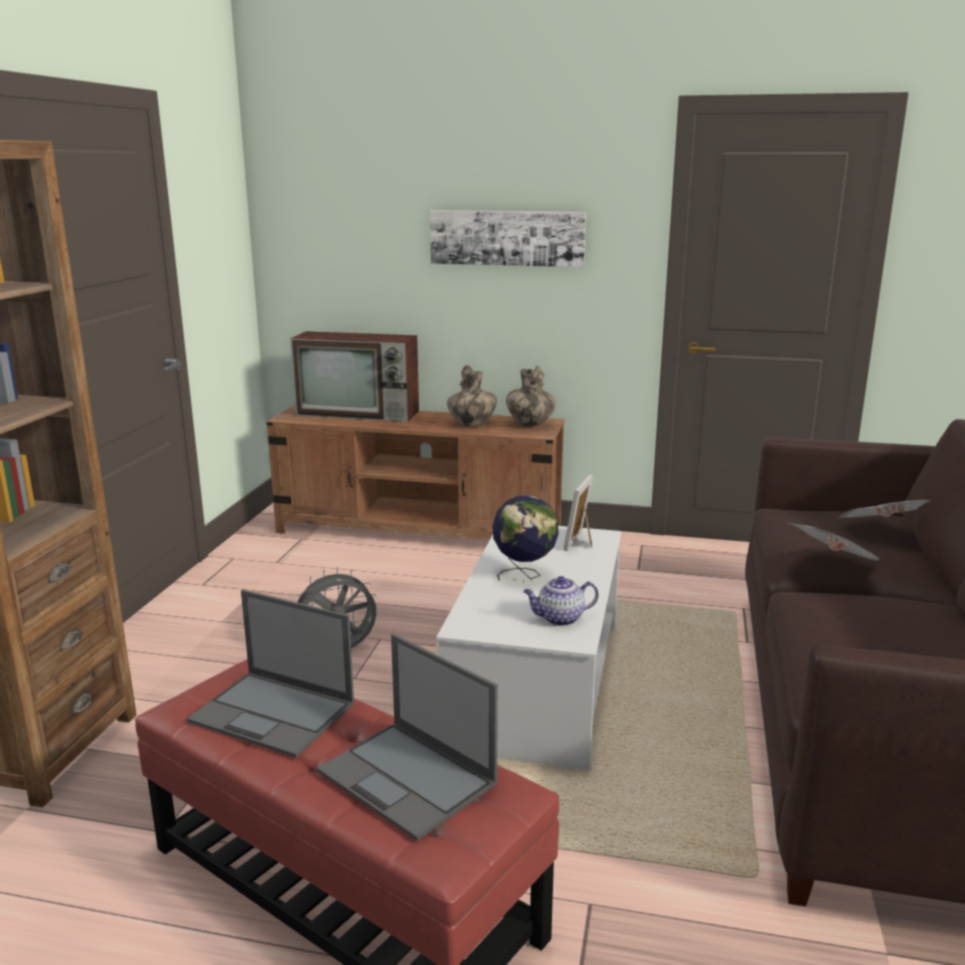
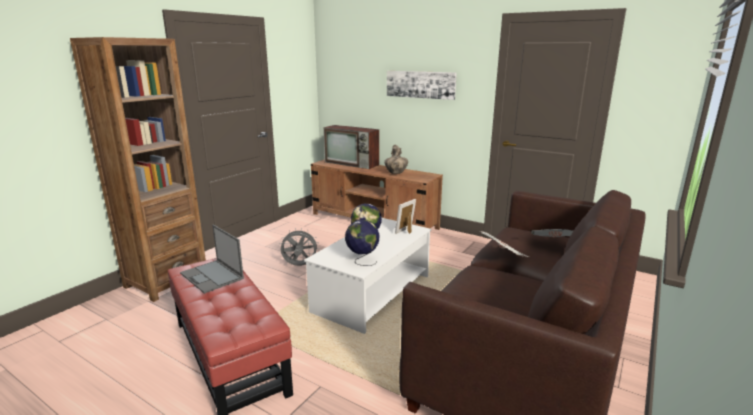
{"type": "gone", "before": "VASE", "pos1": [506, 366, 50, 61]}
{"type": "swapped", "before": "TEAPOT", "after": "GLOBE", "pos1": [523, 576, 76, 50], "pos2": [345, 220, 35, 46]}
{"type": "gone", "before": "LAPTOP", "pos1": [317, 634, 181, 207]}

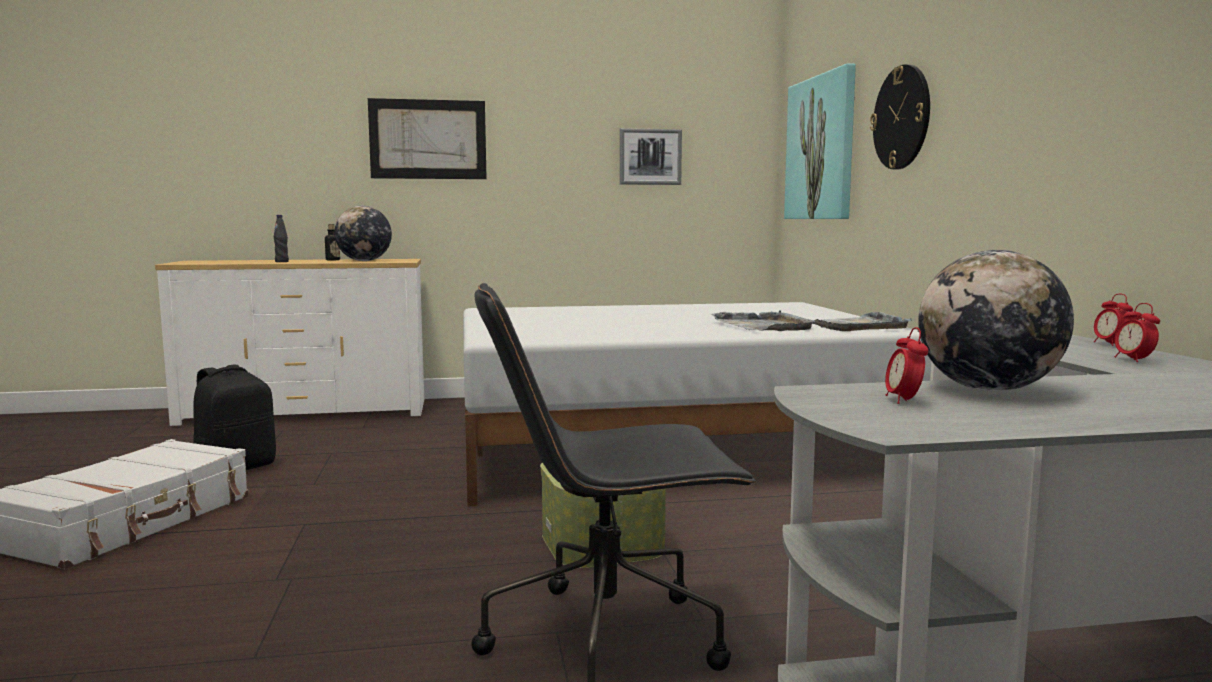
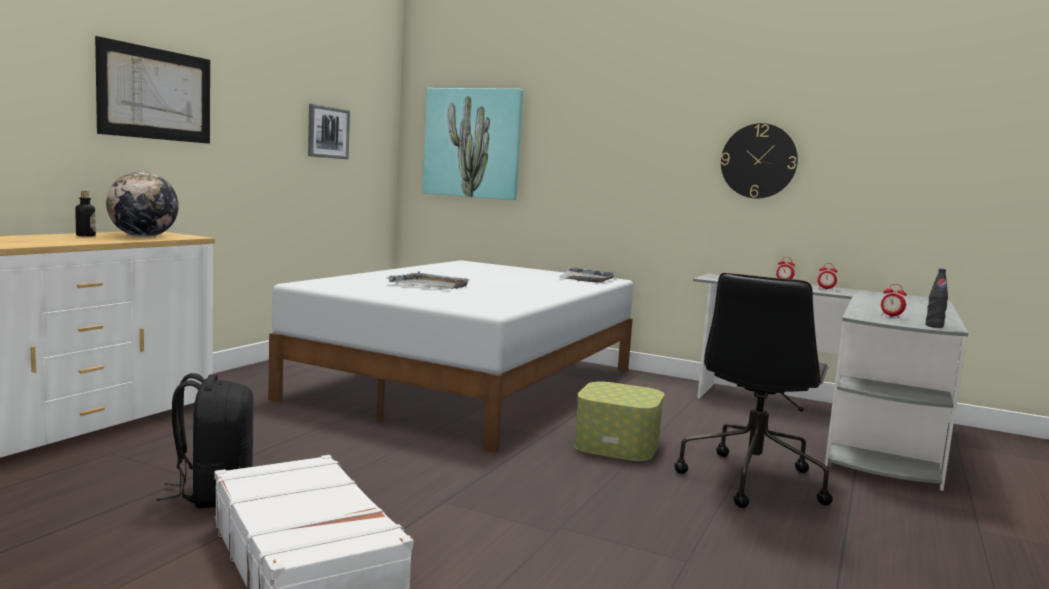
{"type": "shifted", "before": "WALL CLOCK", "pos1": [870, 64, 60, 105], "pos2": [721, 123, 77, 75]}
{"type": "shifted", "before": "BLACK BOTTLE", "pos1": [274, 215, 15, 47], "pos2": [926, 269, 22, 59]}
{"type": "gone", "before": "GLOBE", "pos1": [918, 250, 156, 141]}
{"type": "shifted", "before": "GREY TRAY", "pos1": [711, 310, 104, 21], "pos2": [386, 271, 83, 19]}

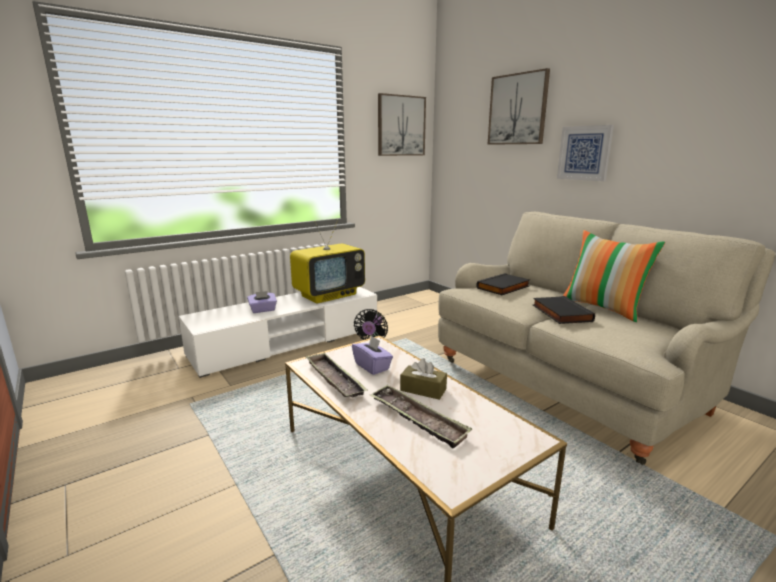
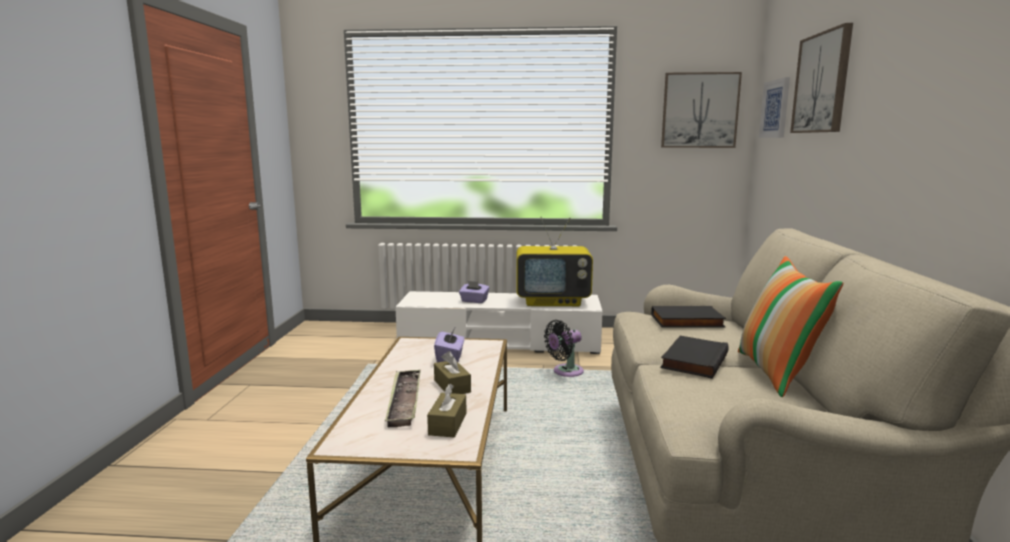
{"type": "shifted", "before": "PICTURE", "pos1": [557, 125, 57, 56], "pos2": [759, 77, 31, 61]}
{"type": "gone", "before": "TRAY", "pos1": [305, 352, 63, 45]}
{"type": "new", "after": "BROWN TISSUE BOX", "pos2": [427, 384, 40, 53]}

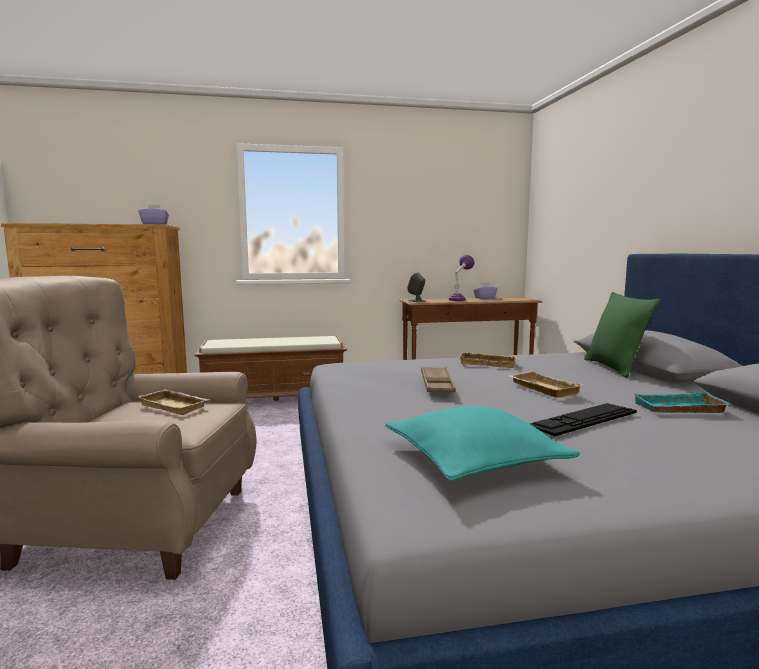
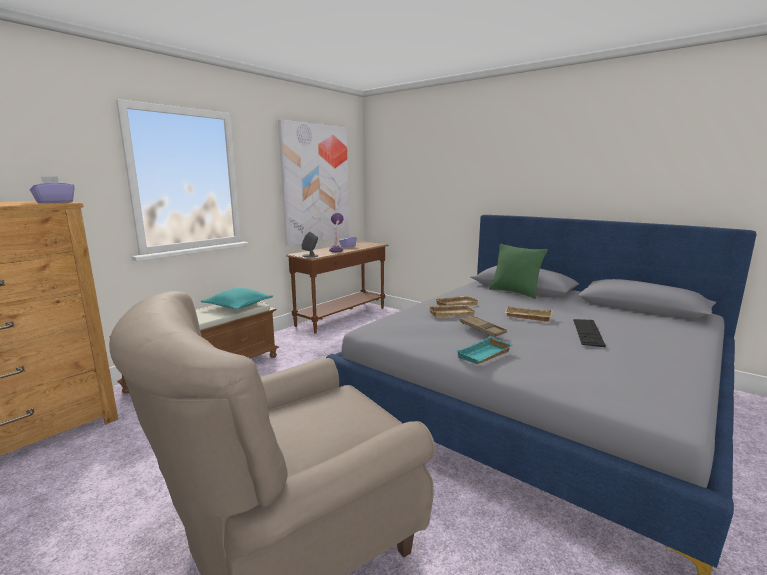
{"type": "shifted", "before": "BEIGE TRAY", "pos1": [138, 389, 71, 26], "pos2": [428, 305, 48, 13]}
{"type": "shifted", "before": "TURQUOISE TRAY", "pos1": [633, 391, 98, 22], "pos2": [457, 336, 56, 28]}
{"type": "shifted", "before": "TURQUOISE PILLOW", "pos1": [385, 406, 195, 75], "pos2": [201, 288, 72, 21]}
{"type": "new", "after": "PICTURE", "pos2": [278, 119, 71, 127]}

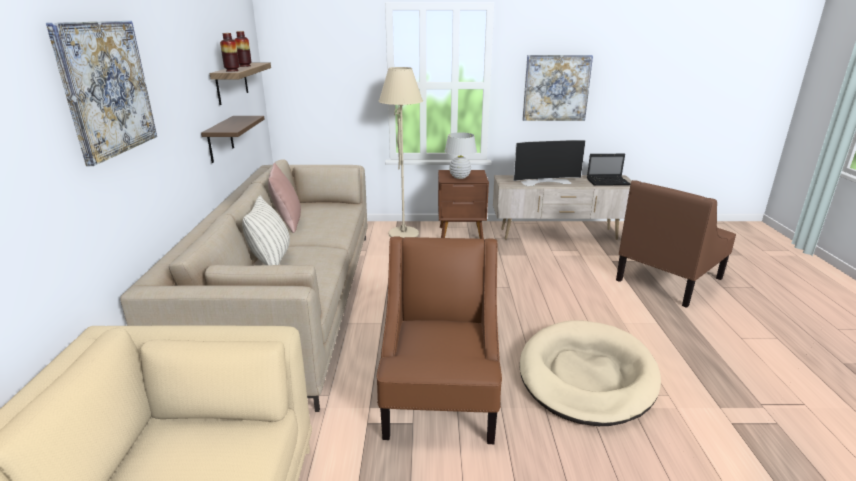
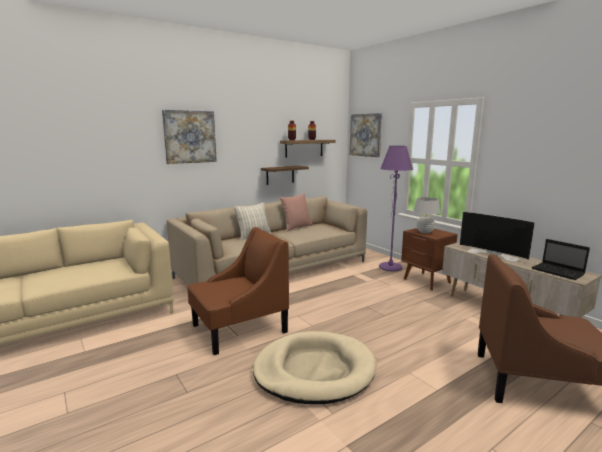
{"type": "shifted", "before": "PICTURE", "pos1": [522, 55, 71, 66], "pos2": [350, 113, 32, 44]}
{"type": "repainted", "before": "BEIGE FLOOR LAMP", "after": "PURPLE FLOOR LAMP", "pos1": [378, 67, 45, 171], "pos2": [379, 146, 34, 125]}

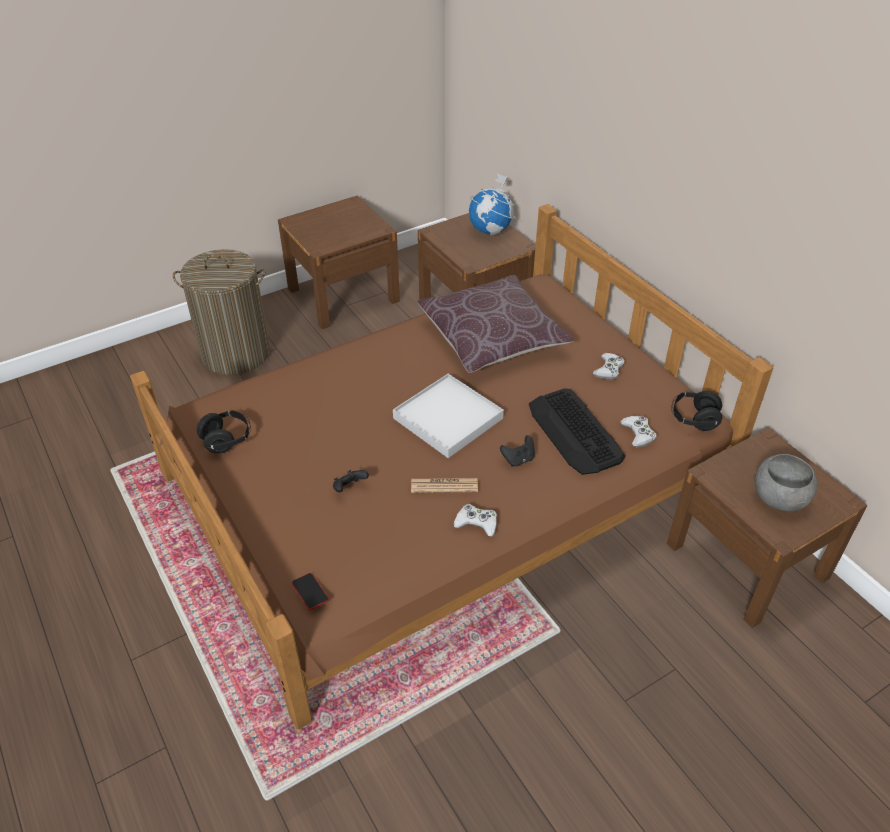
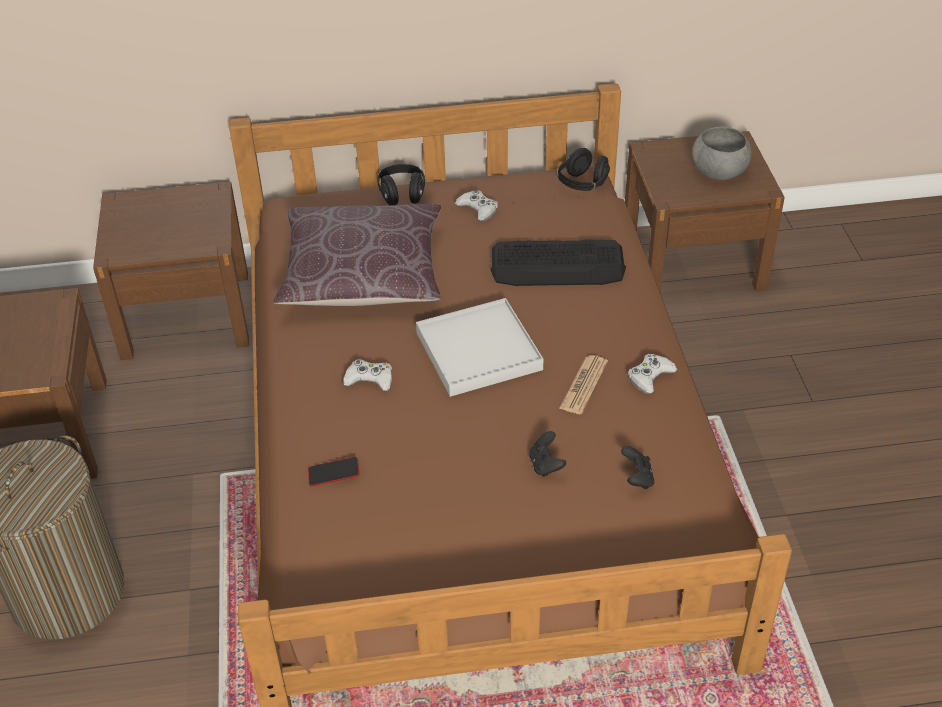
{"type": "gone", "before": "GLOBE", "pos1": [469, 174, 46, 61]}
{"type": "shifted", "before": "BLACK HEADPHONES", "pos1": [197, 410, 54, 44], "pos2": [377, 164, 48, 41]}
{"type": "shifted", "before": "WHITE GAME CONTROLLER", "pos1": [620, 416, 37, 31], "pos2": [343, 359, 49, 32]}
{"type": "shifted", "before": "BLACK GAME CONTROLLER", "pos1": [500, 435, 35, 32], "pos2": [621, 446, 33, 43]}
{"type": "shifted", "before": "PHONE", "pos1": [292, 573, 37, 37], "pos2": [308, 457, 51, 30]}

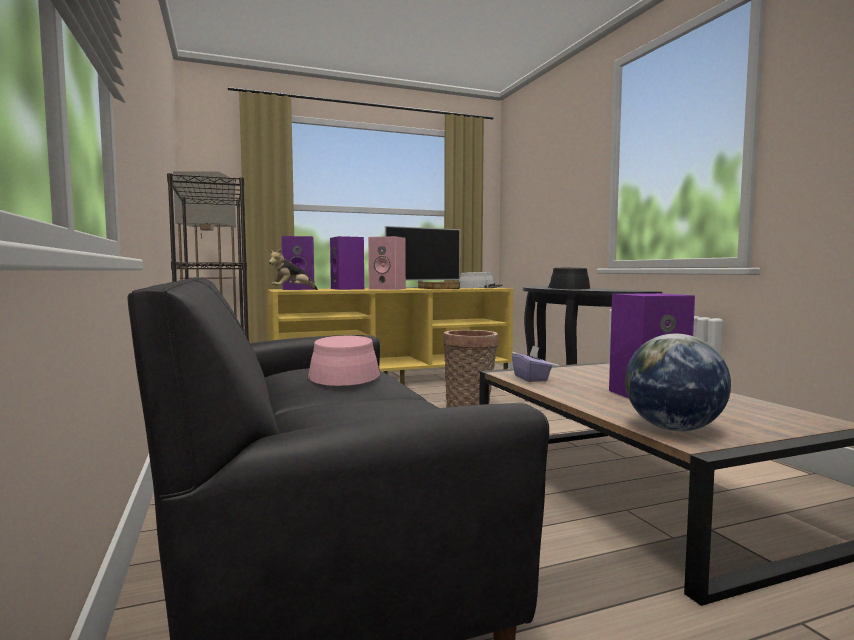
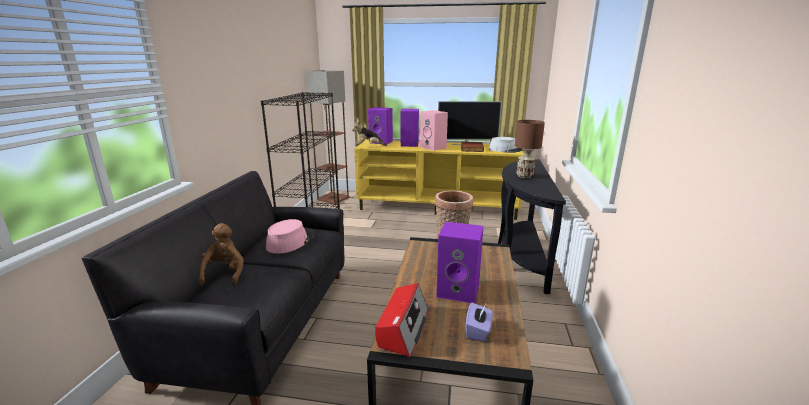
{"type": "swapped", "before": "BLACK HAT", "after": "BROWN TABLE LAMP", "pos1": [548, 268, 42, 21], "pos2": [515, 120, 30, 58]}
{"type": "swapped", "before": "GLOBE", "after": "RADIO", "pos1": [625, 334, 106, 98], "pos2": [375, 283, 53, 74]}
{"type": "shifted", "before": "PURPLE TISSUE BOX", "pos1": [512, 346, 40, 36], "pos2": [465, 303, 28, 39]}
{"type": "new", "after": "BROWN PLUSH TOY", "pos2": [199, 223, 45, 62]}

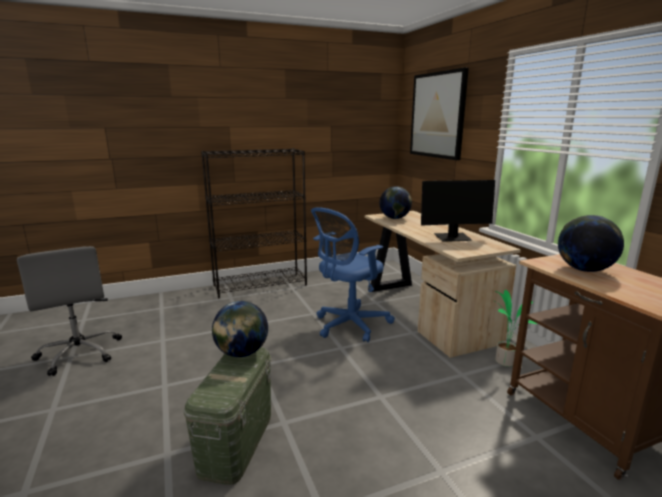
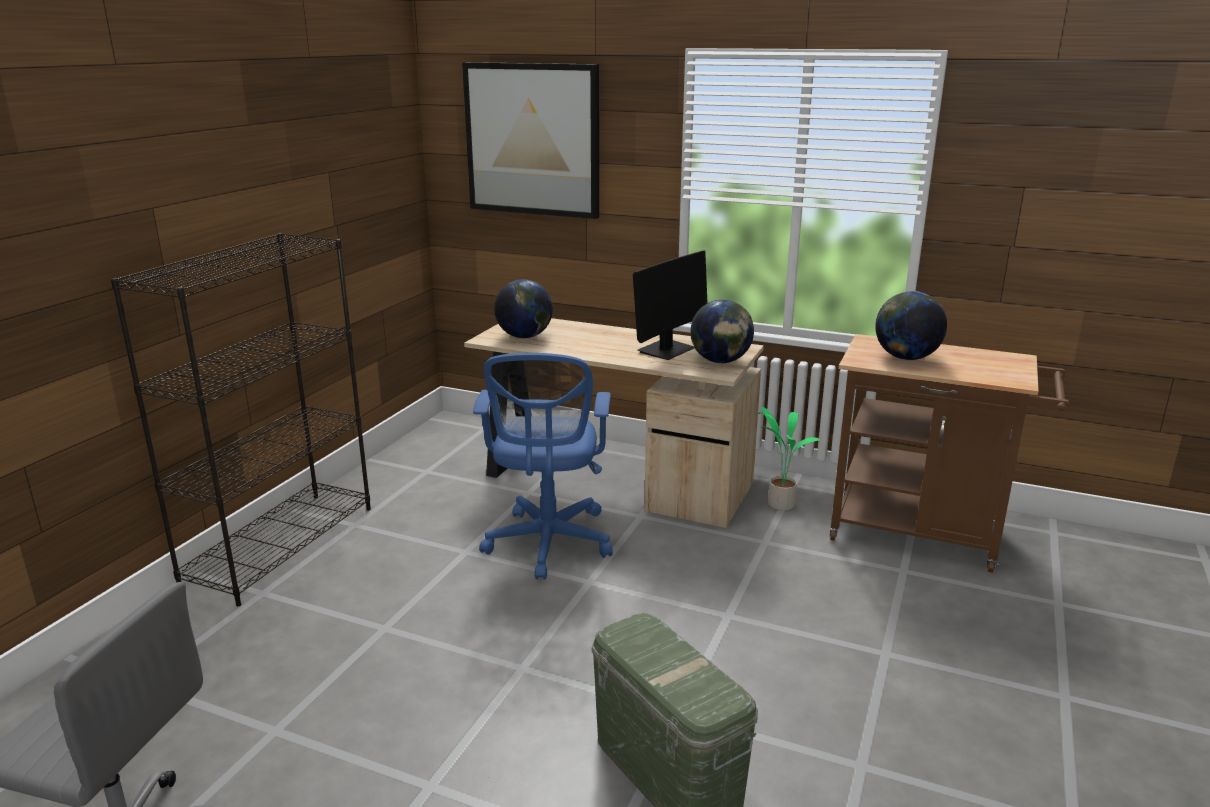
{"type": "shifted", "before": "GLOBE", "pos1": [212, 301, 56, 56], "pos2": [690, 300, 64, 64]}

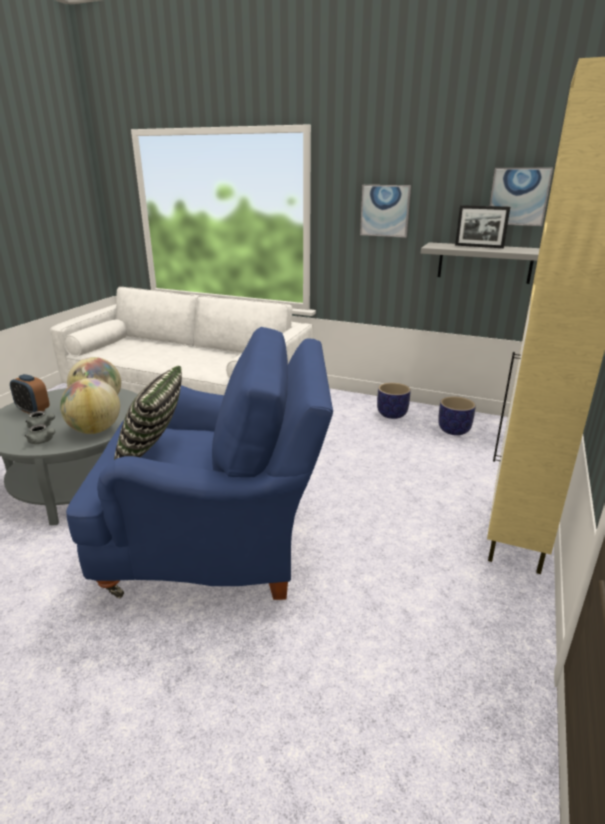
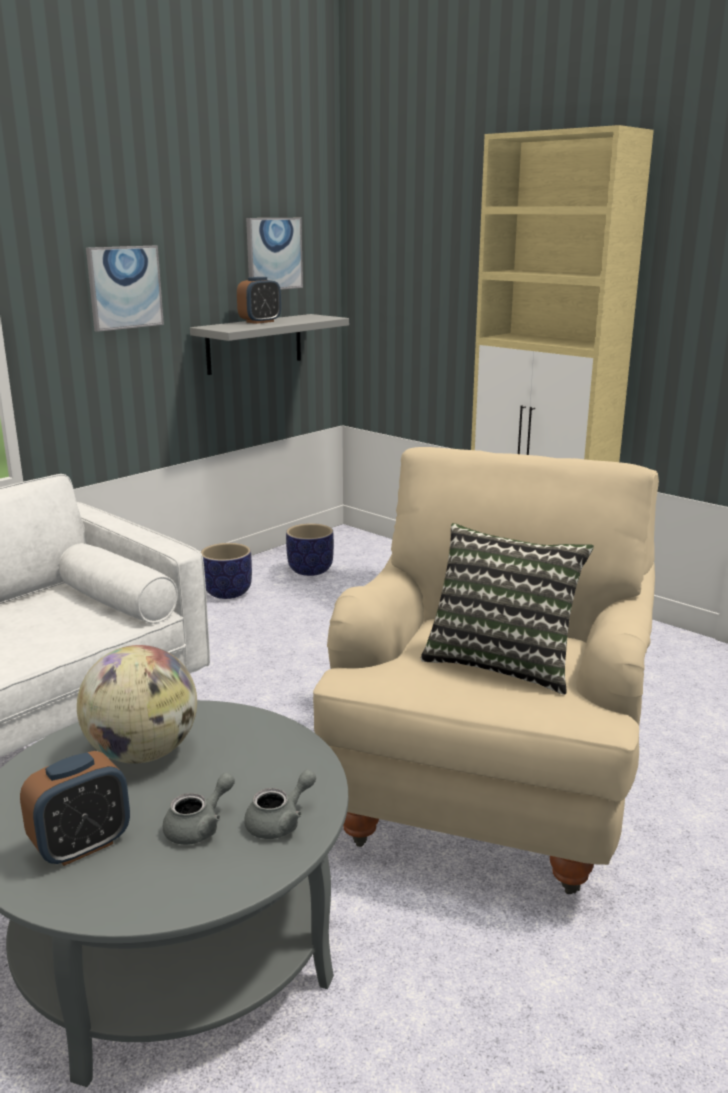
{"type": "swapped", "before": "PICTURE FRAME", "after": "ALARM CLOCK", "pos1": [455, 205, 55, 43], "pos2": [237, 277, 44, 47]}
{"type": "repainted", "before": "BLUE ARMCHAIR", "after": "BEIGE ARMCHAIR", "pos1": [66, 327, 267, 273], "pos2": [313, 447, 346, 447]}
{"type": "gone", "before": "GLOBE", "pos1": [60, 378, 60, 56]}

